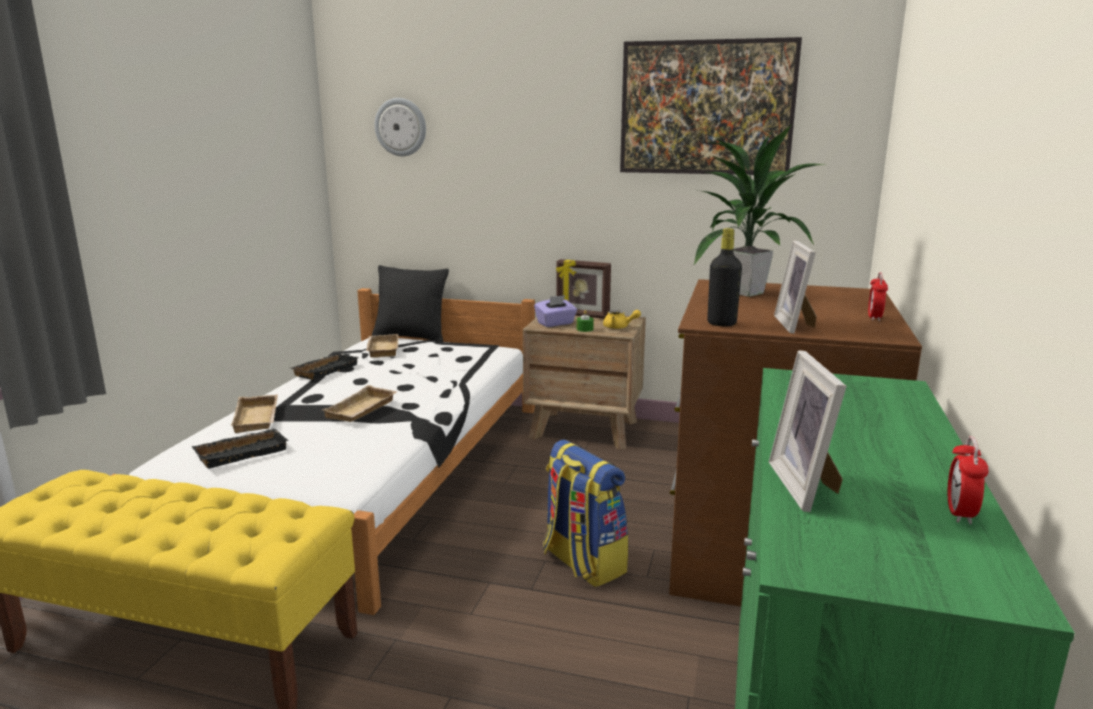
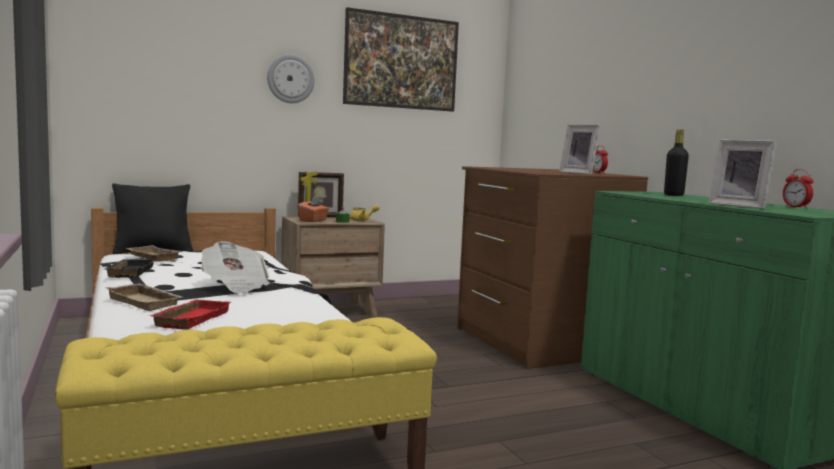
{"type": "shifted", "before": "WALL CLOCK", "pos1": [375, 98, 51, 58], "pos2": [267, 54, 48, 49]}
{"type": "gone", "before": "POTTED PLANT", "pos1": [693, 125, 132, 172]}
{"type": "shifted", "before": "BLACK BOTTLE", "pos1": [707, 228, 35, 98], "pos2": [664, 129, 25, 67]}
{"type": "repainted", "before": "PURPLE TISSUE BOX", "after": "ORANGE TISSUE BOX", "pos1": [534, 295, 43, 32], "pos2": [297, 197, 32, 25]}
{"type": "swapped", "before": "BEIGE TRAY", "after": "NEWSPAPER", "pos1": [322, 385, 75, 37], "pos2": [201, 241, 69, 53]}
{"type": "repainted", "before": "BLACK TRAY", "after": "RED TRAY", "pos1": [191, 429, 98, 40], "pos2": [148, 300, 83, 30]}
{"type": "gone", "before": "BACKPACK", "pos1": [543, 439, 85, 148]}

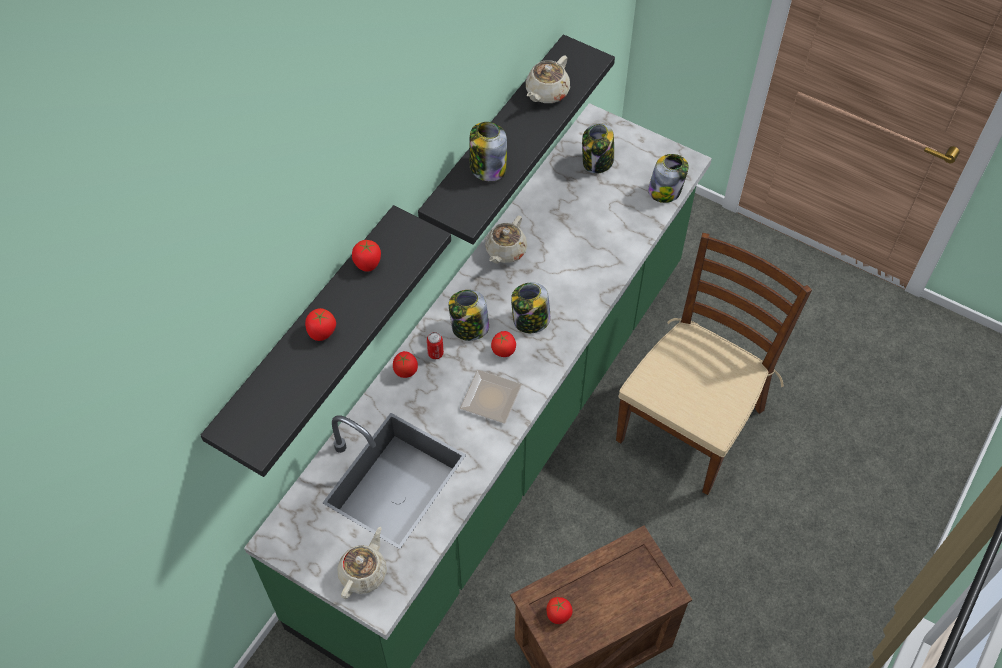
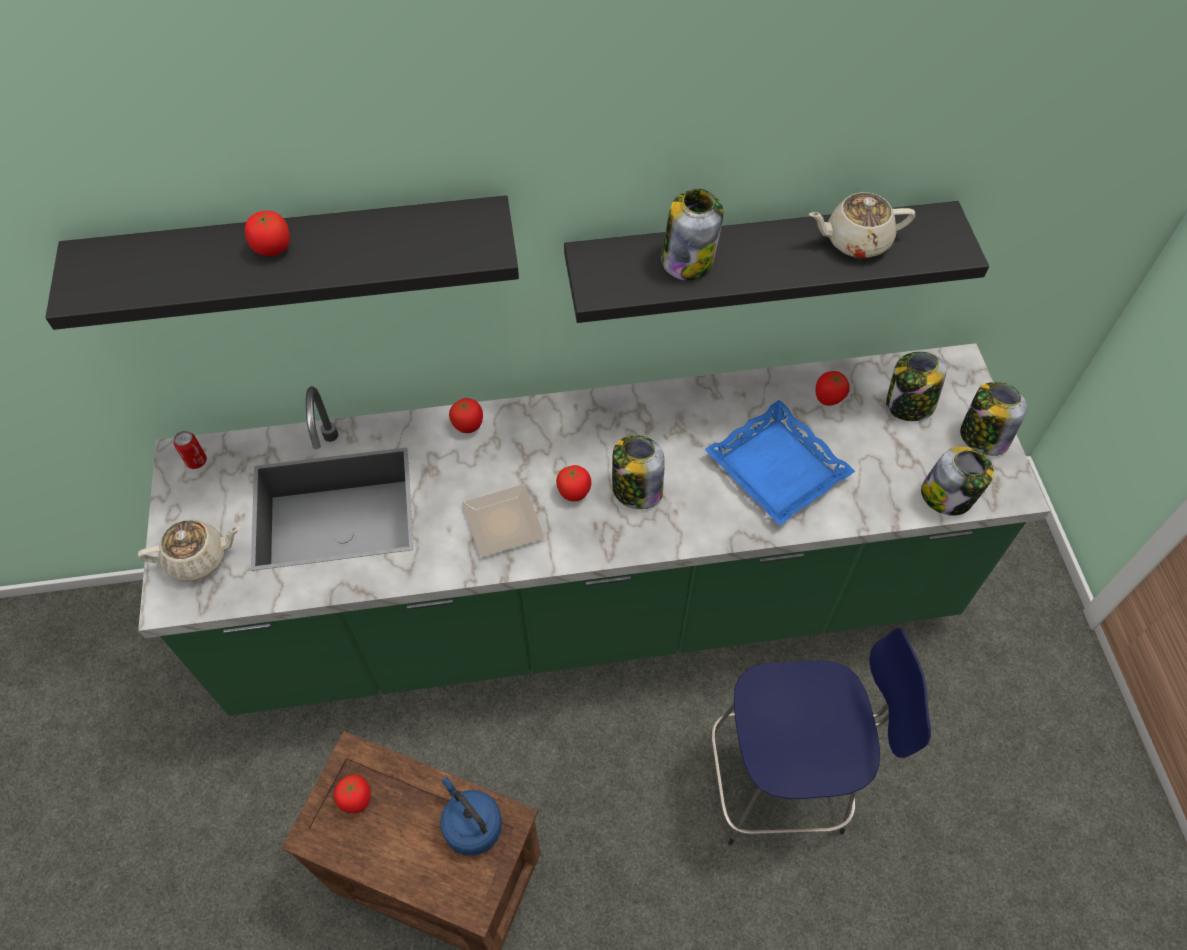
{"type": "gone", "before": "BEIGE TEAPOT", "pos1": [485, 215, 42, 48]}
{"type": "swapped", "before": "BROWN CHAIR", "after": "BLUE STOOL", "pos1": [616, 233, 196, 262], "pos2": [711, 628, 220, 217]}
{"type": "shifted", "before": "TOMATO", "pos1": [352, 240, 29, 32], "pos2": [816, 371, 34, 35]}
{"type": "shifted", "before": "JAR", "pos1": [449, 290, 40, 51], "pos2": [960, 382, 67, 74]}
{"type": "shifted", "before": "CAN", "pos1": [427, 332, 17, 27], "pos2": [174, 431, 33, 38]}
{"type": "new", "after": "BLUE TRAY", "pos2": [704, 400, 151, 126]}
{"type": "new", "after": "BLUE KETTLE", "pos2": [440, 776, 62, 80]}

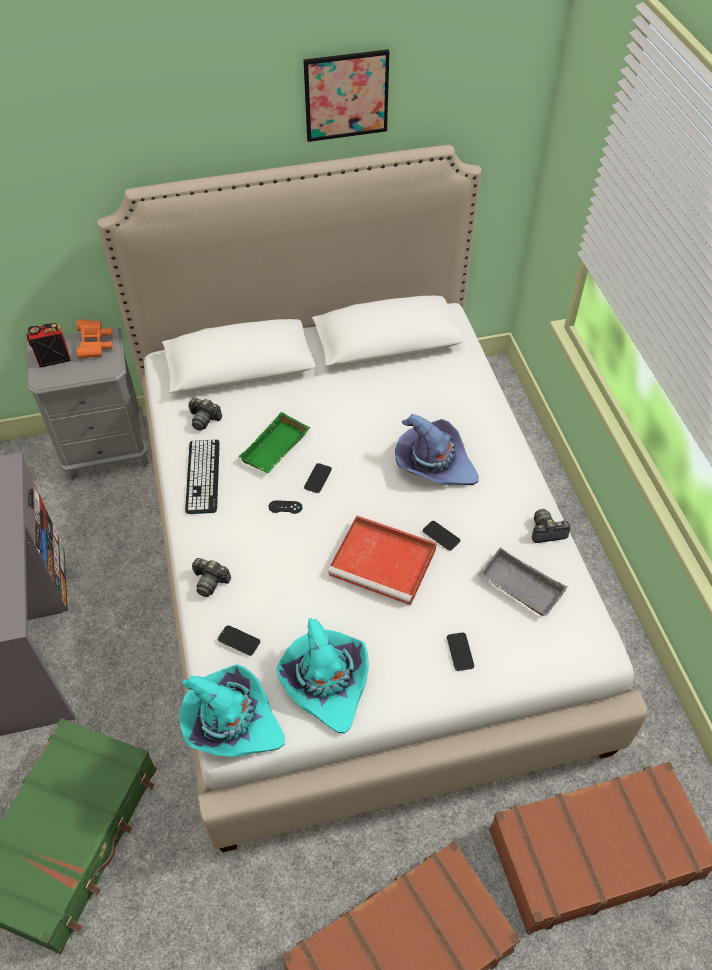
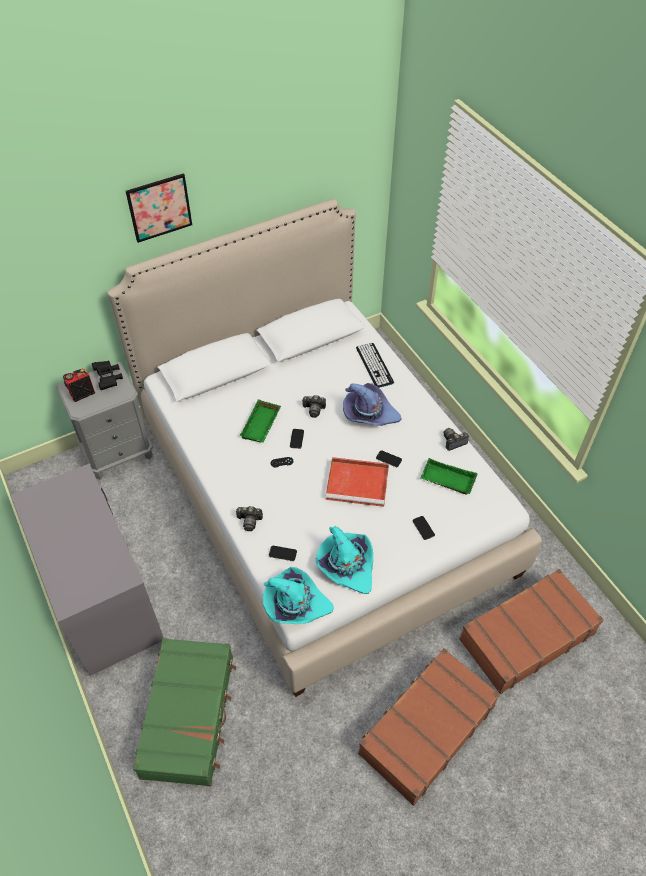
{"type": "shifted", "before": "PICTURE", "pos1": [304, 49, 85, 93], "pos2": [126, 173, 66, 70]}
{"type": "repainted", "before": "ORANGE BINOCULARS", "after": "BLACK BINOCULARS", "pos1": [76, 319, 37, 39], "pos2": [92, 361, 31, 29]}
{"type": "shifted", "before": "PHOTO CAMERA", "pos1": [188, 398, 34, 32], "pos2": [302, 395, 24, 23]}
{"type": "shifted", "before": "KEYBOARD", "pos1": [185, 440, 35, 74], "pos2": [356, 343, 38, 45]}
{"type": "repainted", "before": "GREY TRAY", "after": "GREEN TRAY", "pos1": [478, 547, 89, 69], "pos2": [420, 458, 58, 37]}

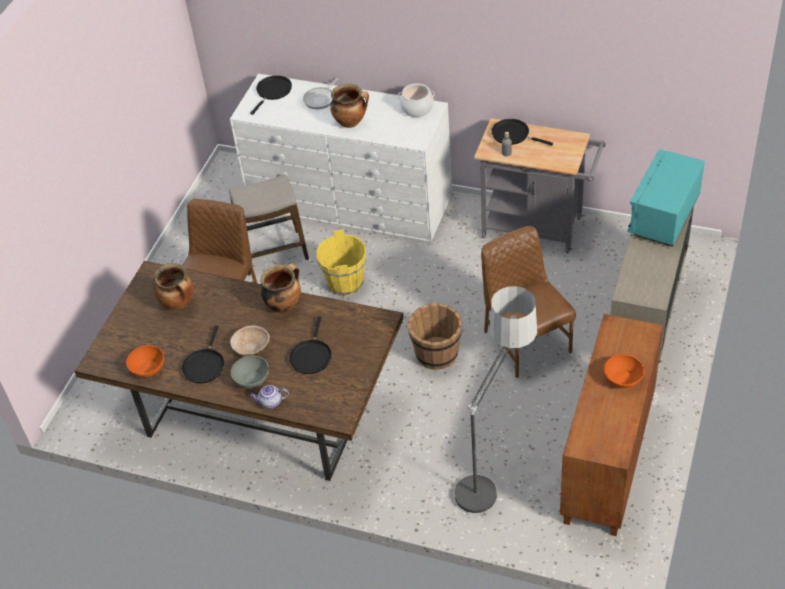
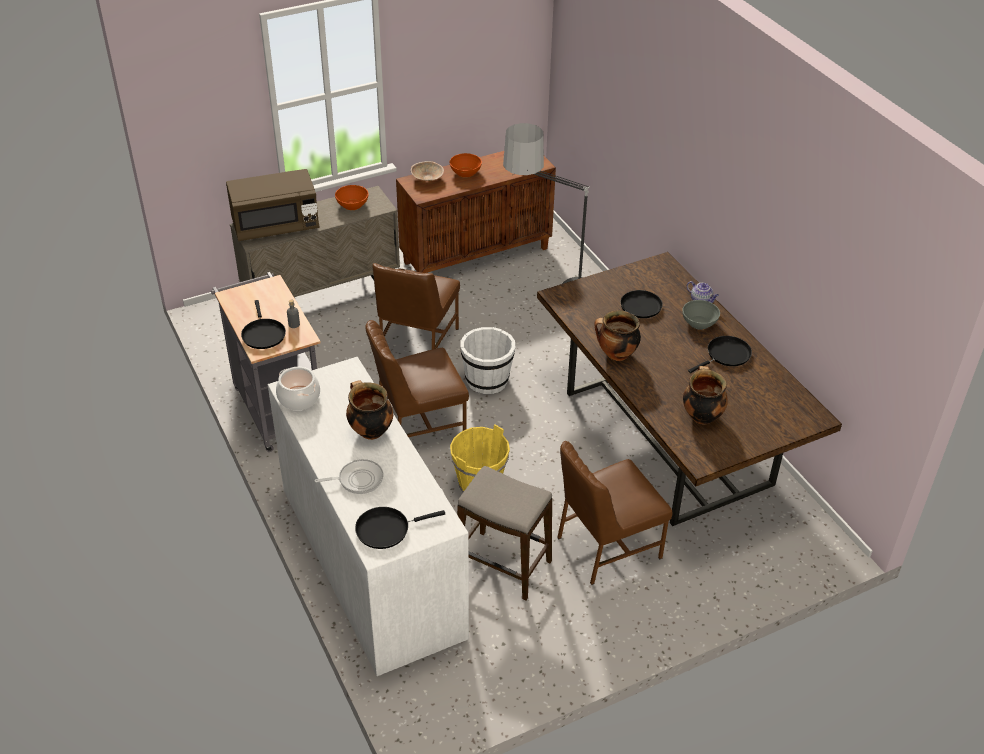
{"type": "repainted", "before": "TURQUOISE MICROWAVE", "after": "BROWN MICROWAVE", "pos1": [627, 149, 78, 98], "pos2": [226, 169, 94, 72]}
{"type": "repainted", "before": "BROWN BUCKET", "after": "WHITE BUCKET", "pos1": [408, 303, 54, 67], "pos2": [461, 327, 54, 67]}
{"type": "shifted", "before": "BEIGE BOWL", "pos1": [230, 326, 40, 29], "pos2": [411, 161, 33, 20]}
{"type": "shifted", "before": "ORANGE BOWL", "pos1": [126, 345, 38, 32], "pos2": [335, 185, 33, 25]}
{"type": "new", "after": "BROWN CHAIR", "pos2": [365, 320, 104, 117]}

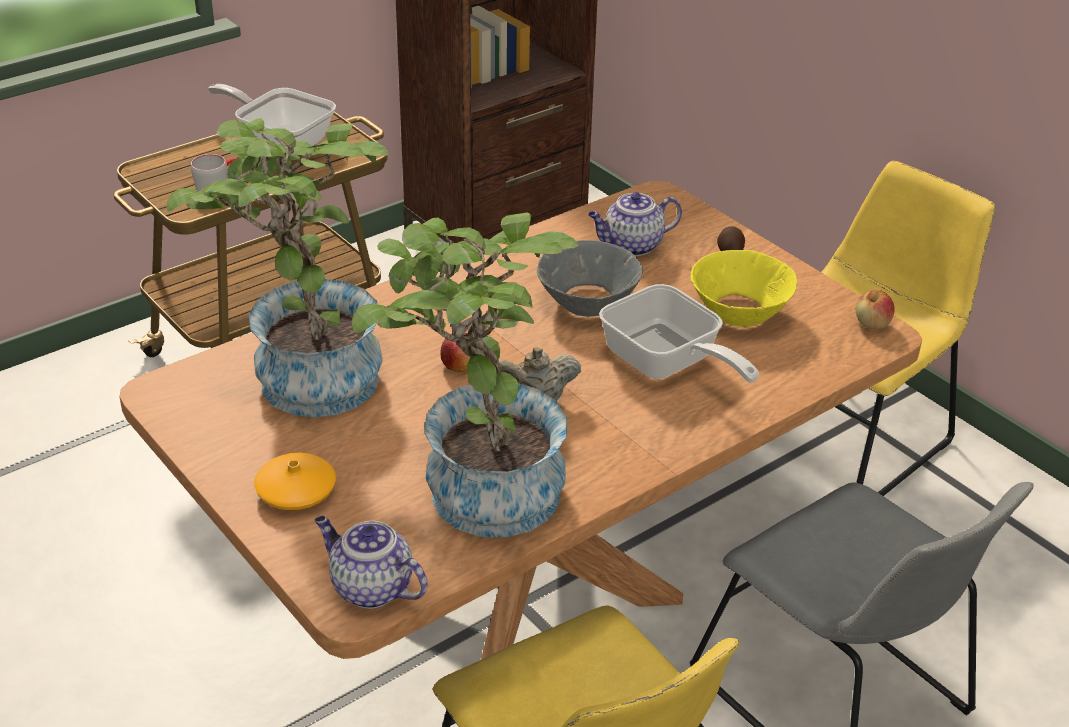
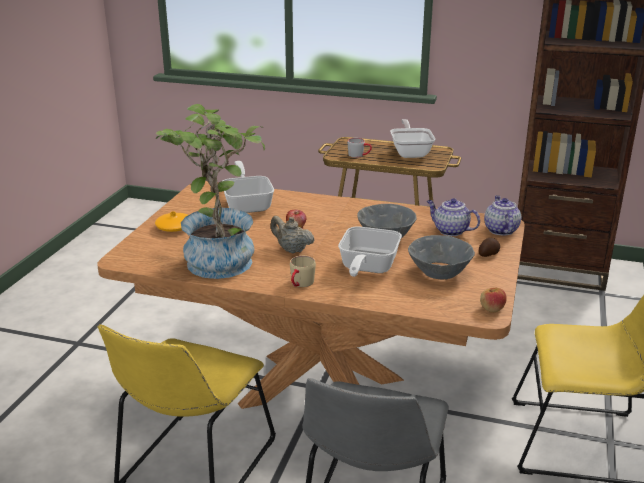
{"type": "swapped", "before": "POTTED PLANT", "after": "FRYING PAN", "pos1": [167, 118, 222, 299], "pos2": [223, 161, 51, 52]}
{"type": "repainted", "before": "YELLOW BOWL", "after": "GREY BOWL", "pos1": [691, 250, 106, 77], "pos2": [408, 235, 67, 45]}
{"type": "shifted", "before": "TEAPOT", "pos1": [314, 516, 113, 93], "pos2": [484, 196, 37, 39]}
{"type": "new", "after": "BEIGE MUG", "pos2": [290, 256, 26, 31]}

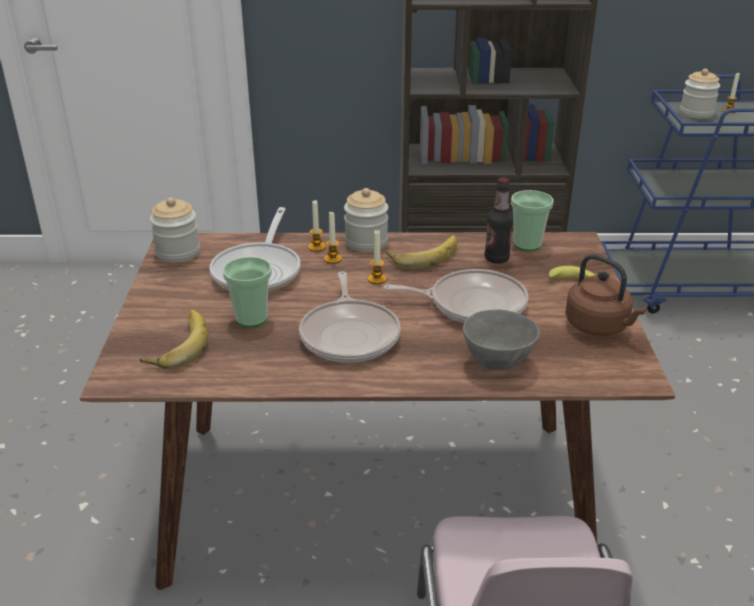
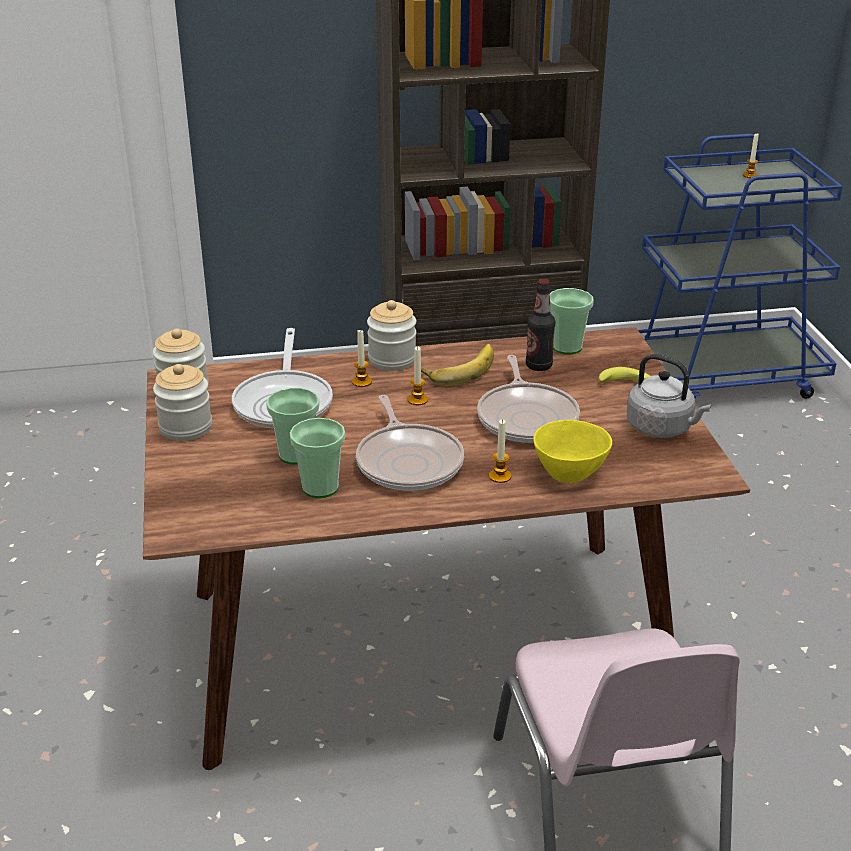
{"type": "shifted", "before": "JAR", "pos1": [680, 69, 40, 50], "pos2": [153, 364, 59, 77]}
{"type": "shifted", "before": "CANDLE", "pos1": [308, 200, 18, 52], "pos2": [489, 419, 23, 64]}
{"type": "repainted", "before": "BROWN KETTLE", "after": "GREY KETTLE", "pos1": [565, 254, 82, 82], "pos2": [627, 354, 84, 84]}
{"type": "rotated", "before": "FRYING PAN", "pos1": [383, 269, 145, 54], "pos2": [477, 355, 103, 88], "turn": 90}
{"type": "repainted", "before": "GREY BOWL", "after": "YELLOW BOWL", "pos1": [463, 309, 77, 62], "pos2": [533, 420, 79, 63]}
{"type": "gone", "before": "BANANA", "pos1": [140, 310, 68, 60]}
{"type": "new", "after": "CUP", "pos2": [290, 418, 55, 80]}

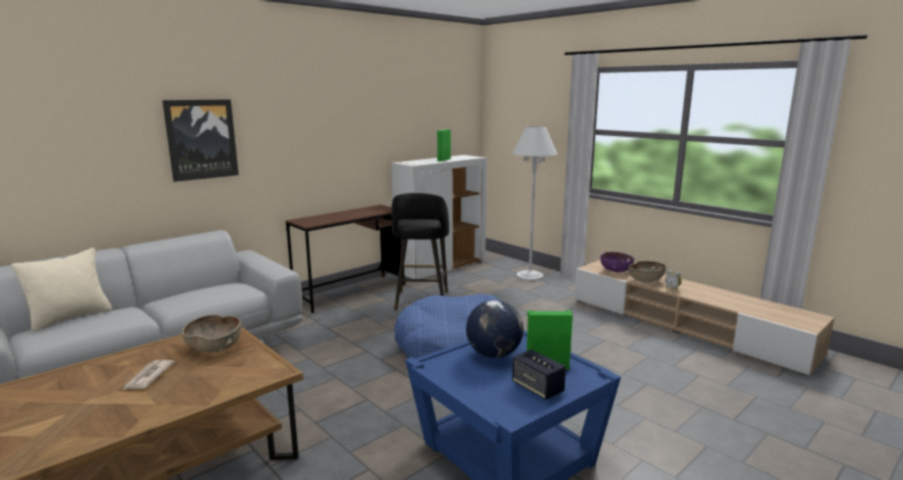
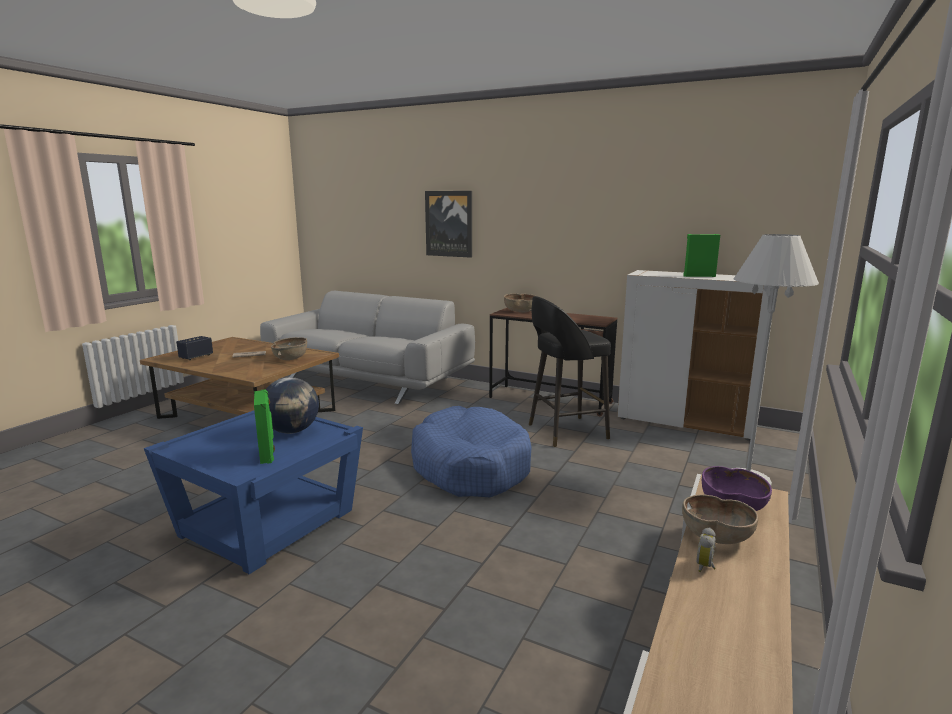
{"type": "gone", "before": "BEIGE PILLOW", "pos1": [11, 248, 101, 84]}
{"type": "shifted", "before": "SPEAKER", "pos1": [512, 349, 54, 51], "pos2": [176, 336, 37, 24]}
{"type": "new", "after": "BROWN BOWL", "pos2": [504, 294, 31, 18]}

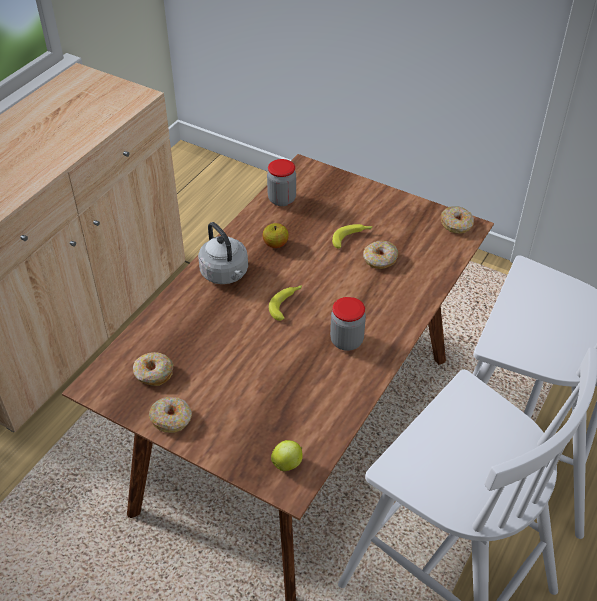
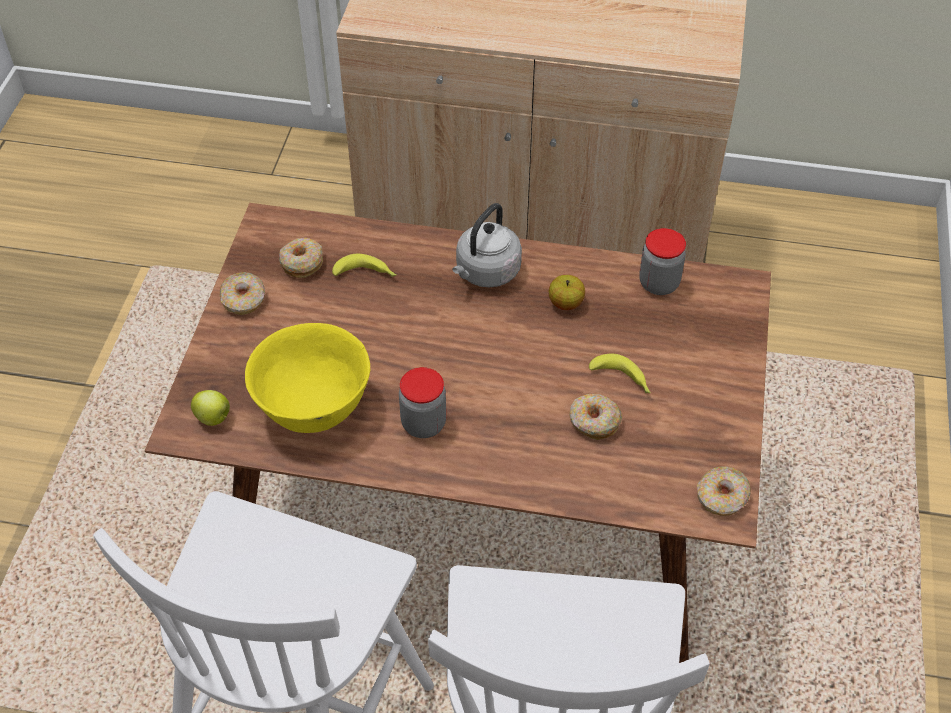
{"type": "shifted", "before": "BANANA", "pos1": [269, 285, 33, 36], "pos2": [332, 254, 64, 23]}
{"type": "new", "after": "YELLOW BOWL", "pos2": [245, 323, 125, 110]}

